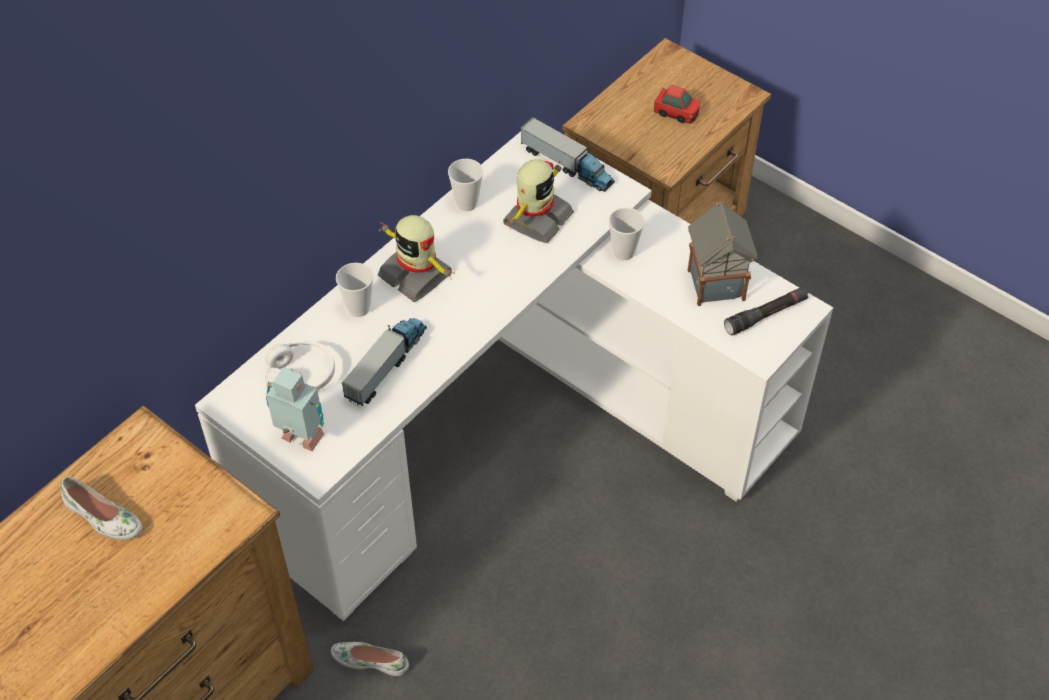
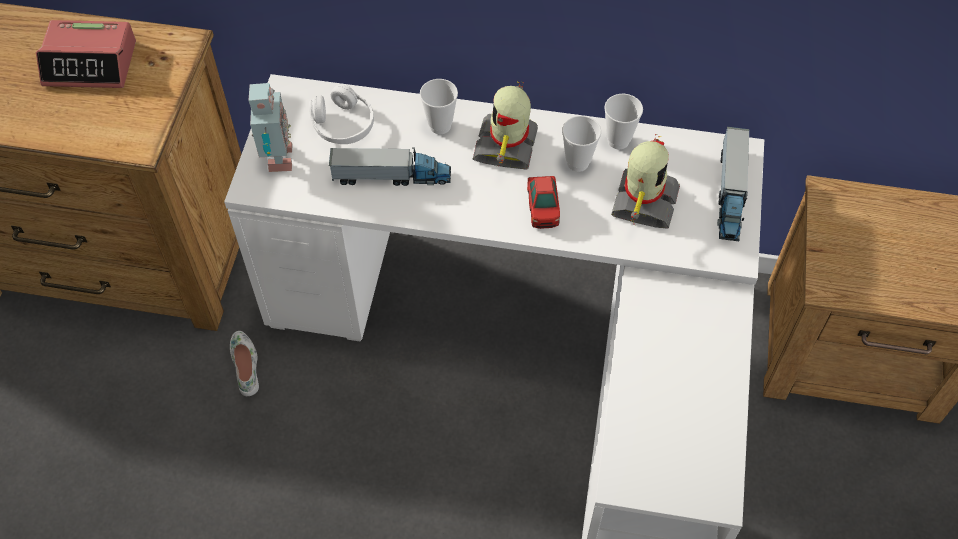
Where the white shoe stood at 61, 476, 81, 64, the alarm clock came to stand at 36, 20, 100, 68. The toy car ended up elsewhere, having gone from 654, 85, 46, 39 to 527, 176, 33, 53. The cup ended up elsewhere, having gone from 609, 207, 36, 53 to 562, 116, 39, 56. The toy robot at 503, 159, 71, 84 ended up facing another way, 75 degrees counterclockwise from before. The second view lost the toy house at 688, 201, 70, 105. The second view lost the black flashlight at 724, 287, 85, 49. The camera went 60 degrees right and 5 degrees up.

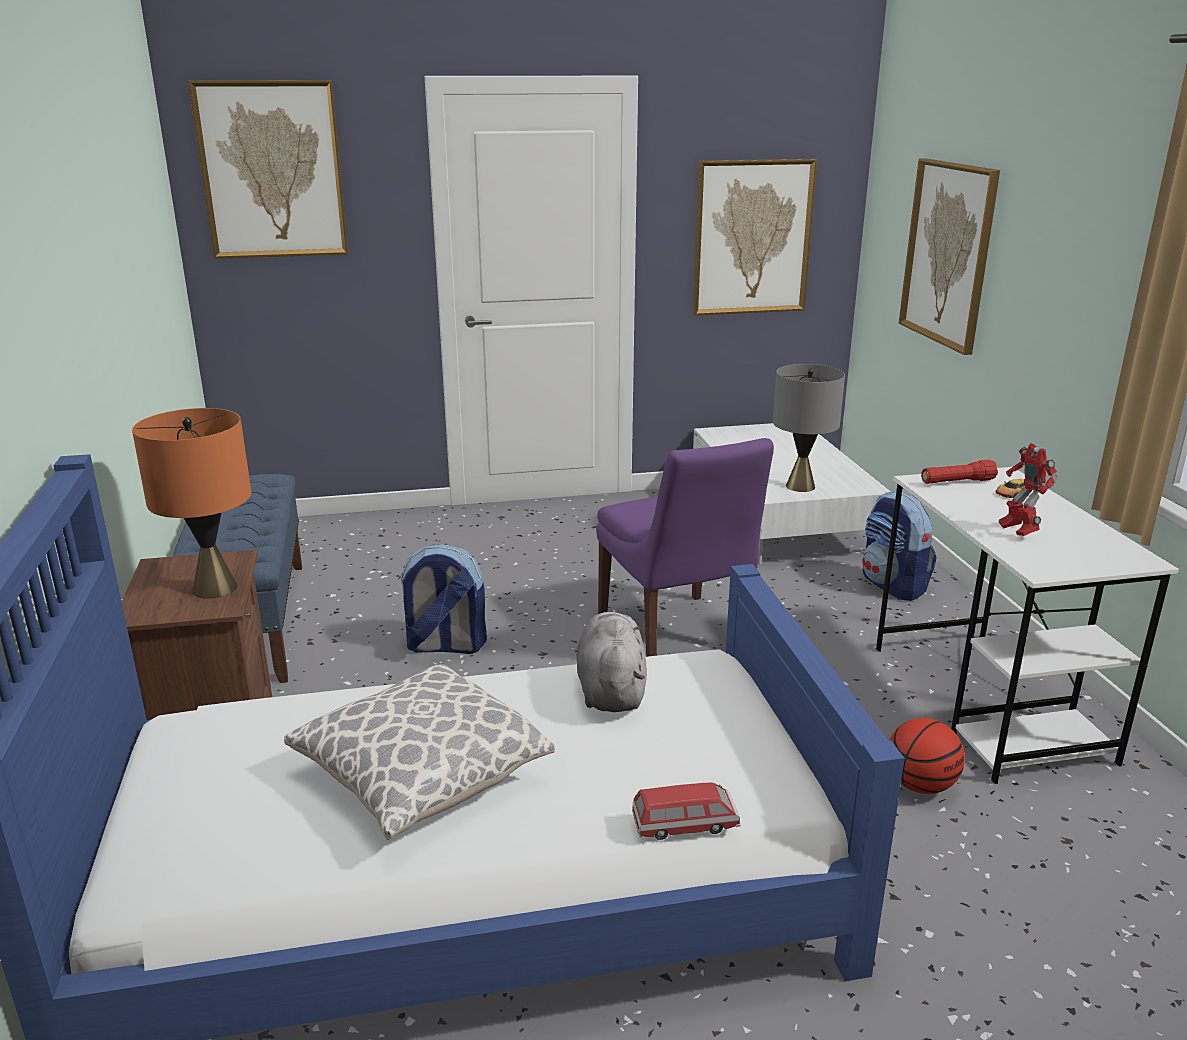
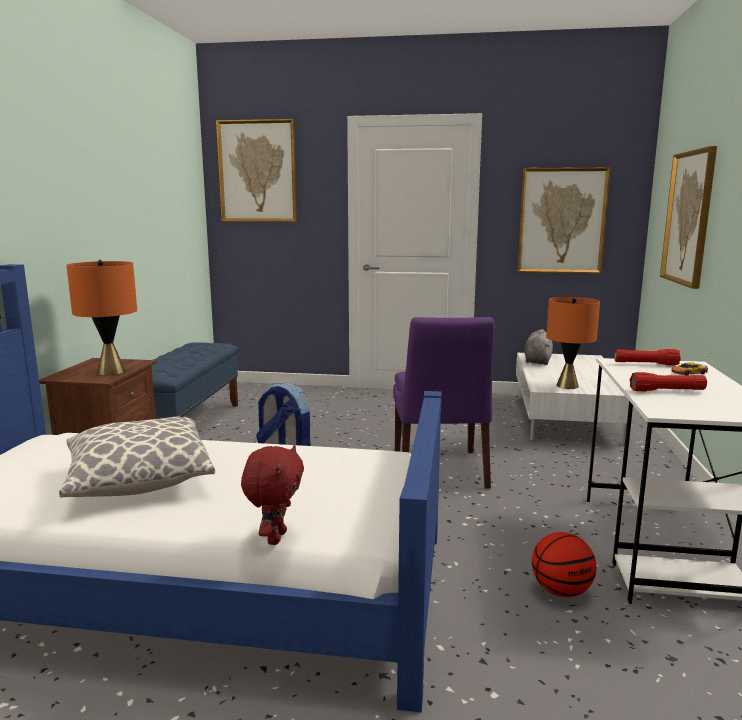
Where the toy car stood at 632, 782, 109, 58, the red plush toy came to stand at 241, 445, 63, 100. The grey plush toy ended up elsewhere, having gone from 576, 612, 71, 100 to 524, 329, 29, 36. What was the grey table lamp at 773, 364, 72, 128 turned into the orange table lamp at 546, 297, 54, 92. Where the toy robot stood at 999, 443, 59, 93, the red flashlight came to stand at 630, 372, 77, 19. The second view lost the backpack at 862, 492, 75, 109. The camera went 20 degrees right and 10 degrees down.

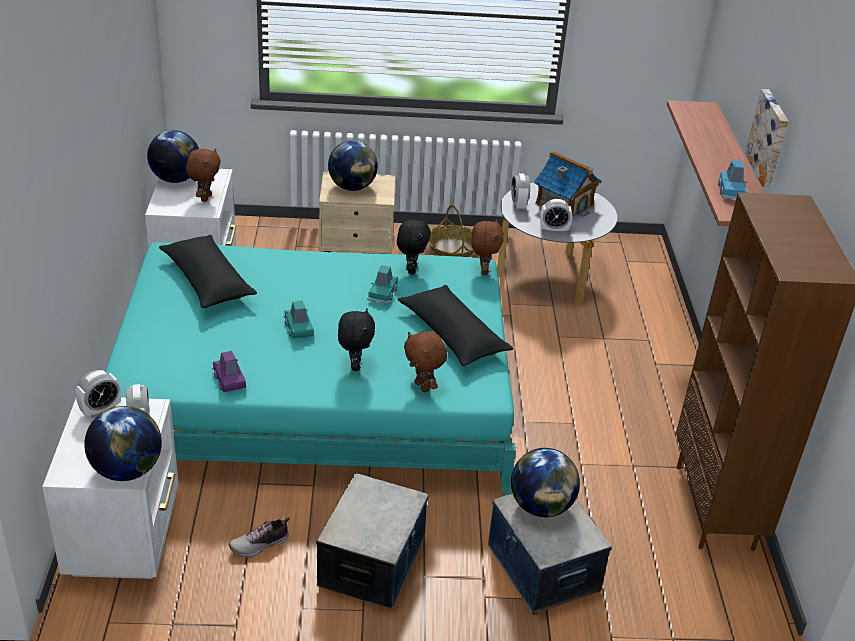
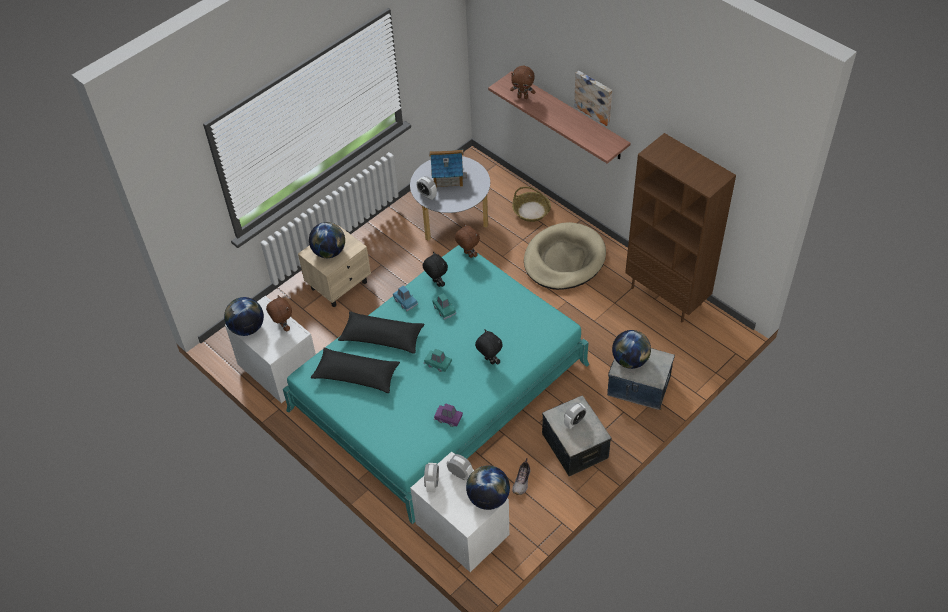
The black pillow ended up elsewhere, having gone from 398, 285, 116, 81 to 338, 311, 87, 43. The blue toy car ended up elsewhere, having gone from 718, 160, 29, 40 to 393, 285, 25, 26. The brown plush toy ended up elsewhere, having gone from 404, 331, 43, 61 to 510, 66, 25, 33. The basket ended up elsewhere, having gone from 428, 205, 47, 52 to 512, 187, 39, 35. The second view gained the beige dog bed at 524, 222, 82, 68. The alarm clock ended up elsewhere, having gone from 540, 199, 32, 35 to 564, 402, 22, 27. The camera went 40 degrees left and 15 degrees up.

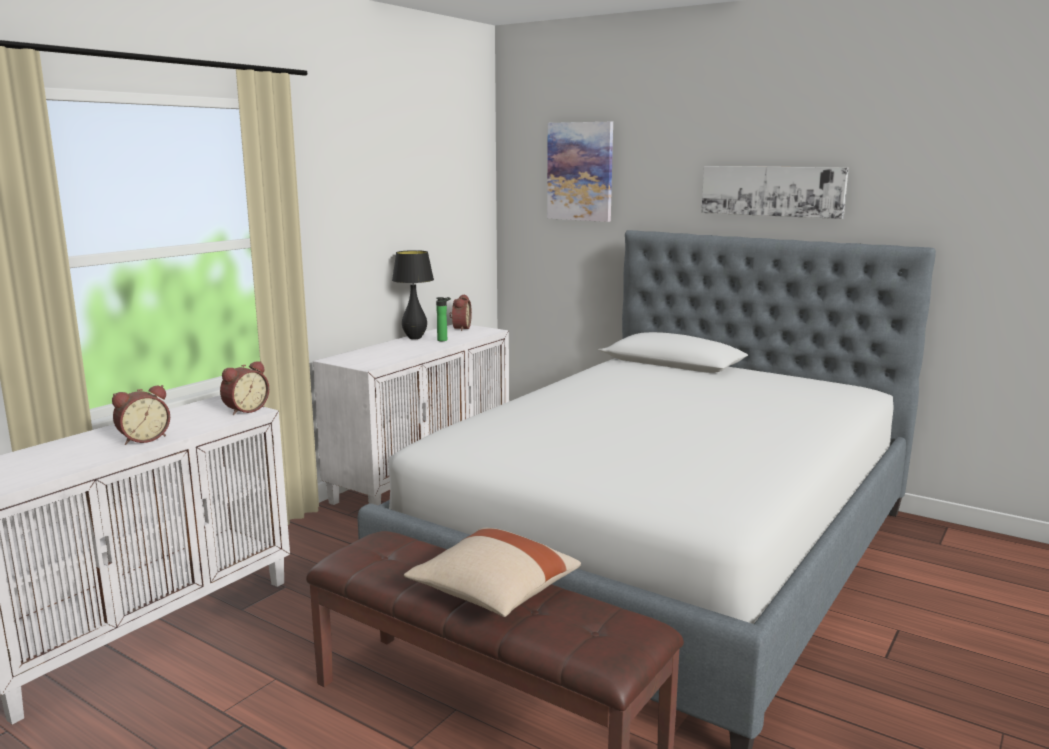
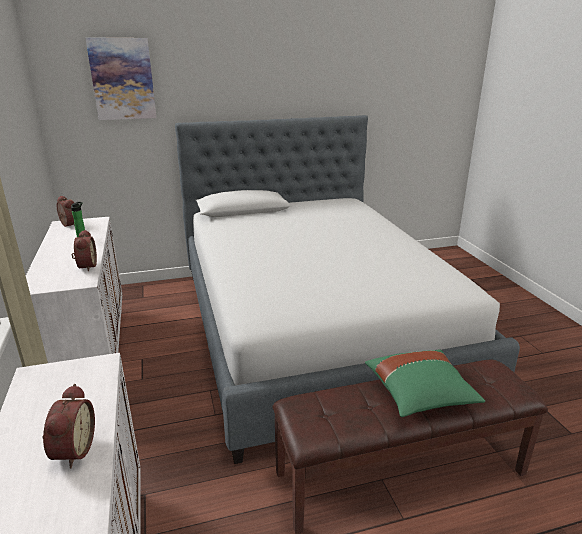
The alarm clock ended up elsewhere, having gone from 220, 361, 49, 54 to 71, 230, 26, 42. What was the beige pillow at 404, 527, 177, 90 turned into the green pillow at 365, 350, 120, 67. The second view lost the black table lamp at 392, 250, 42, 89. The second view lost the picture at 701, 166, 148, 53. The camera went 50 degrees left and 10 degrees up.

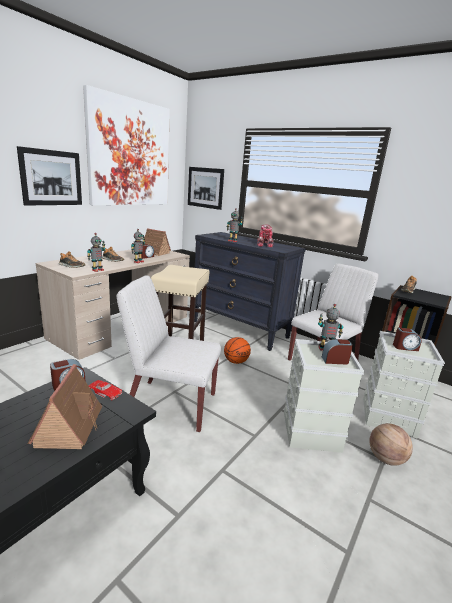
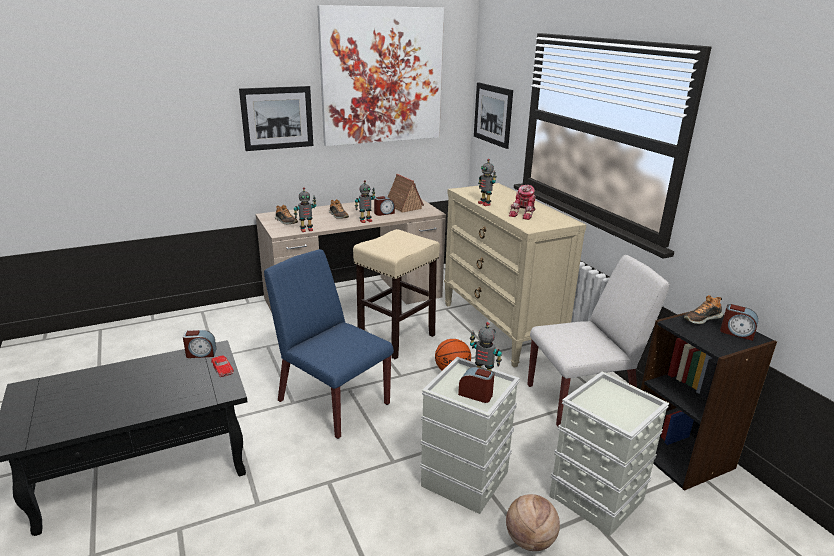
What was the white chair at 117, 275, 104, 157 turned into the blue chair at 264, 249, 130, 190. What was the black dresser at 194, 232, 112, 119 turned into the beige dresser at 444, 183, 142, 185. The alarm clock ended up elsewhere, having gone from 393, 328, 29, 23 to 720, 304, 38, 37. The second view lost the toy house at 28, 364, 74, 85. The camera went 30 degrees right and 5 degrees up.

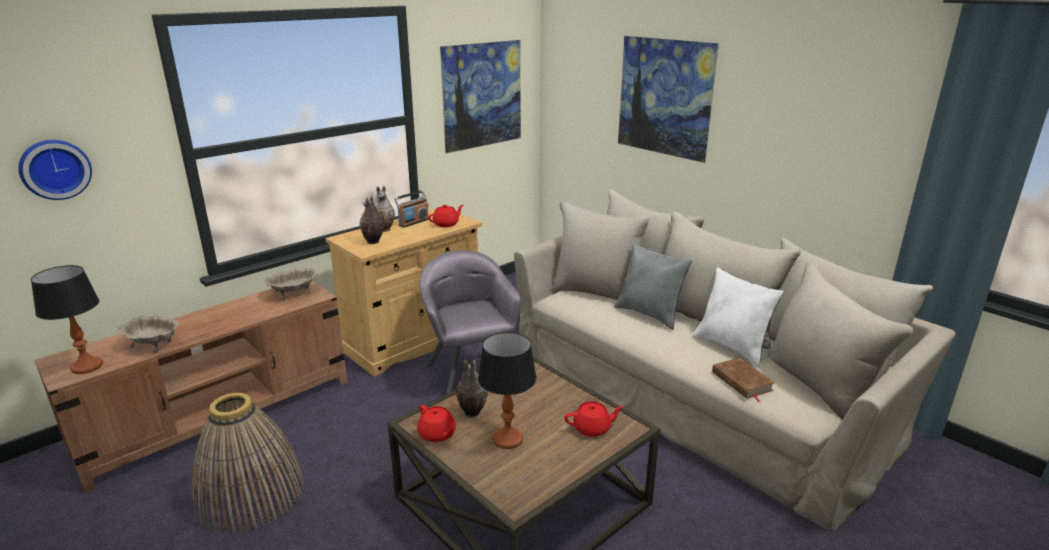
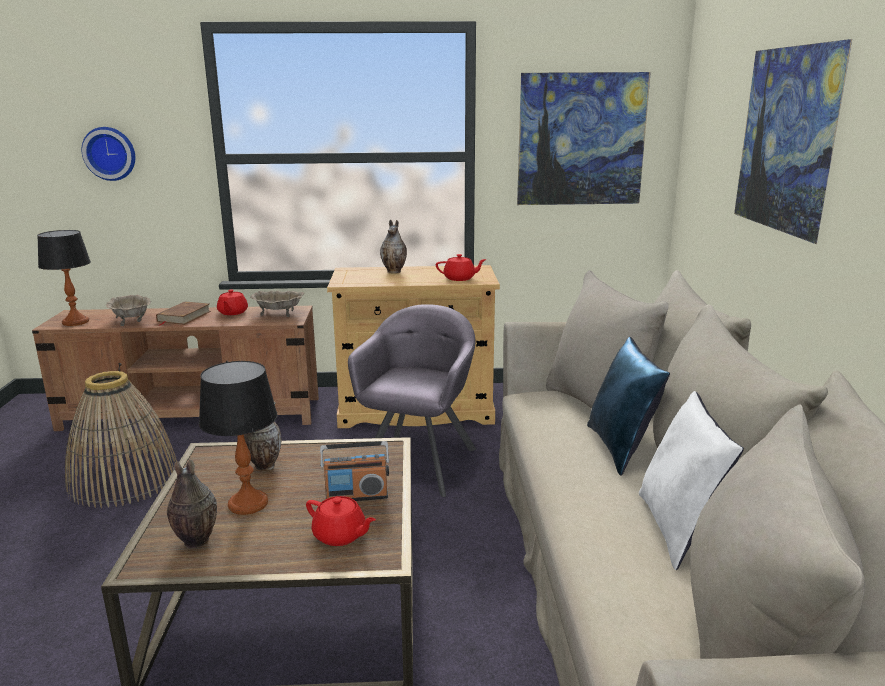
The brown book ended up elsewhere, having gone from 712, 358, 63, 44 to 156, 301, 55, 25. The vase ended up elsewhere, having gone from 359, 196, 25, 48 to 167, 459, 50, 89. The red teapot ended up elsewhere, having gone from 417, 405, 39, 37 to 217, 289, 31, 26. The radio ended up elsewhere, having gone from 394, 190, 35, 38 to 320, 441, 69, 60. What was the grey pillow at 614, 242, 78, 88 turned into the blue pillow at 587, 337, 83, 139. The camera went 40 degrees right and 5 degrees down.

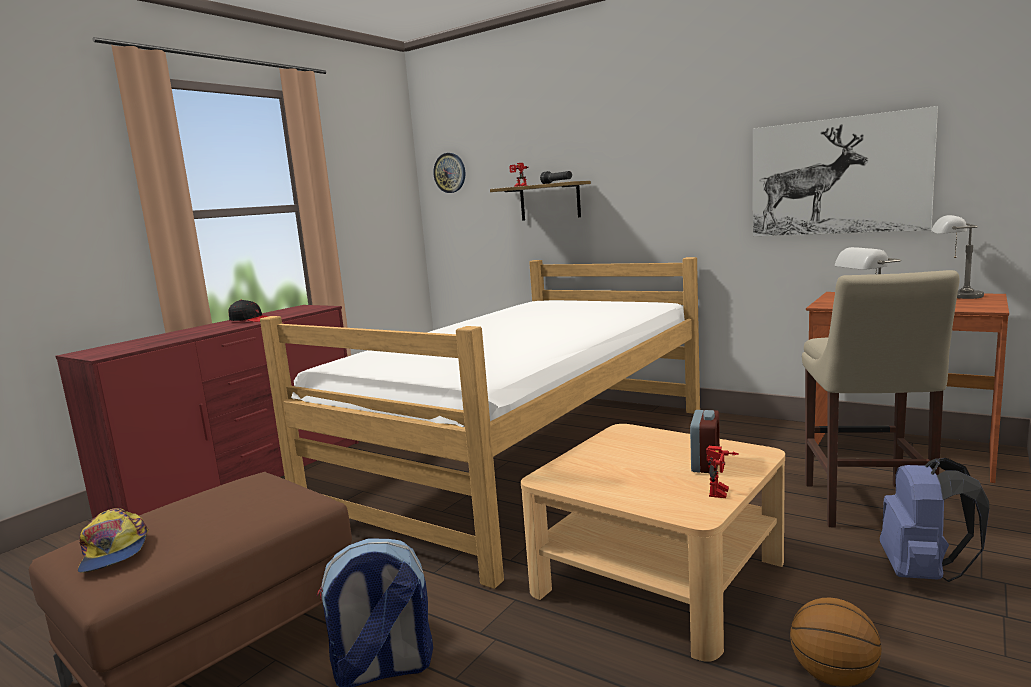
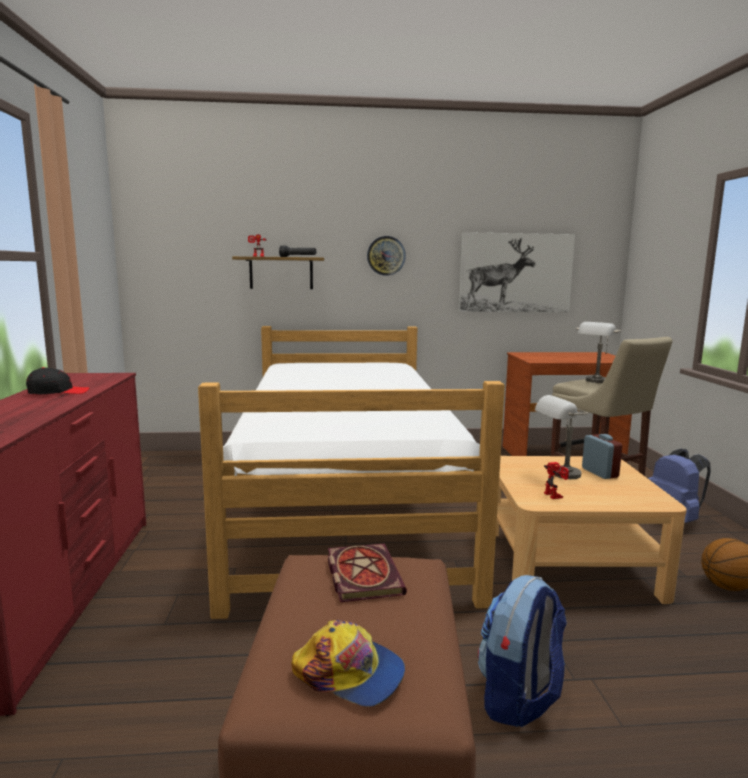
The second view gained the book at 328, 544, 79, 58. The wall clock ended up elsewhere, having gone from 433, 153, 32, 40 to 367, 236, 39, 40. The grey table lamp ended up elsewhere, having gone from 931, 215, 53, 84 to 535, 395, 53, 84. The toy robot ended up elsewhere, having gone from 706, 446, 33, 52 to 544, 462, 25, 37. The camera went 40 degrees left and 0 degrees up.

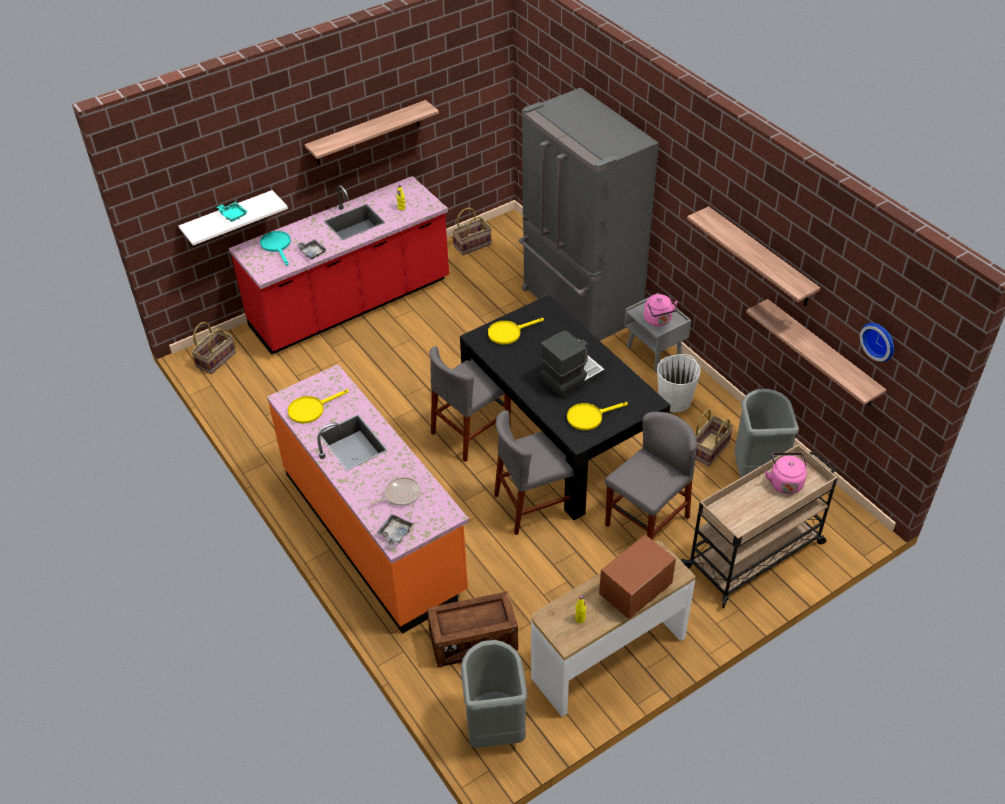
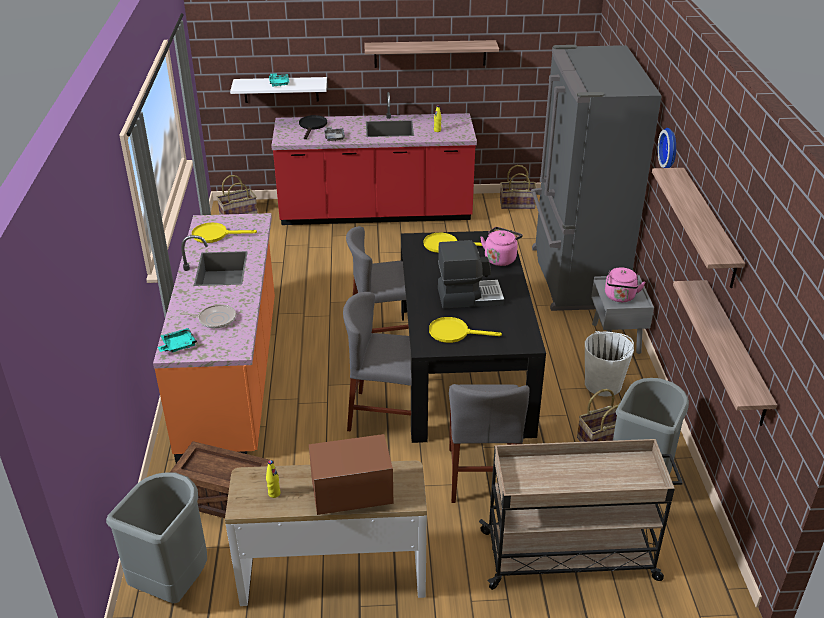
What was the grey tray at 377, 514, 36, 33 turned into the turquoise tray at 158, 328, 39, 25. What was the turquoise frying pan at 260, 231, 31, 35 turned into the black frying pan at 299, 115, 28, 24. The grey chair at 605, 412, 92, 128 ended up facing another way, 105 degrees clockwise from before. The pink kettle ended up elsewhere, having gone from 765, 452, 42, 43 to 480, 227, 43, 39. The wall clock ended up elsewhere, having gone from 860, 323, 34, 39 to 658, 128, 18, 40. The camera went 30 degrees right and 10 degrees down.

